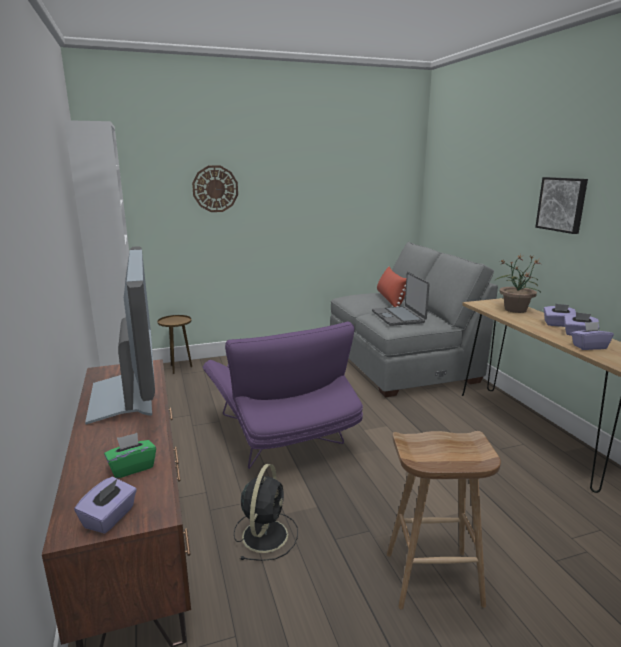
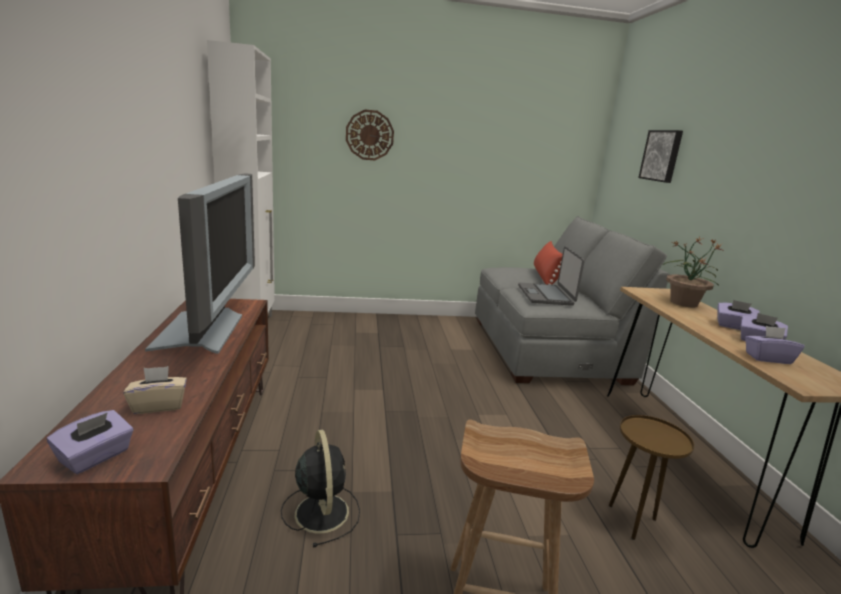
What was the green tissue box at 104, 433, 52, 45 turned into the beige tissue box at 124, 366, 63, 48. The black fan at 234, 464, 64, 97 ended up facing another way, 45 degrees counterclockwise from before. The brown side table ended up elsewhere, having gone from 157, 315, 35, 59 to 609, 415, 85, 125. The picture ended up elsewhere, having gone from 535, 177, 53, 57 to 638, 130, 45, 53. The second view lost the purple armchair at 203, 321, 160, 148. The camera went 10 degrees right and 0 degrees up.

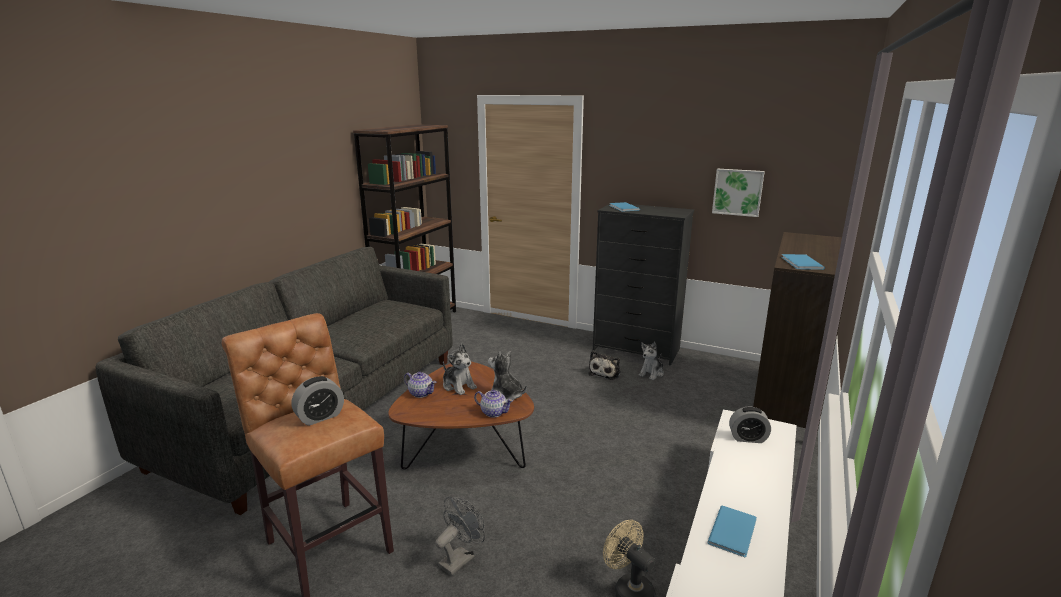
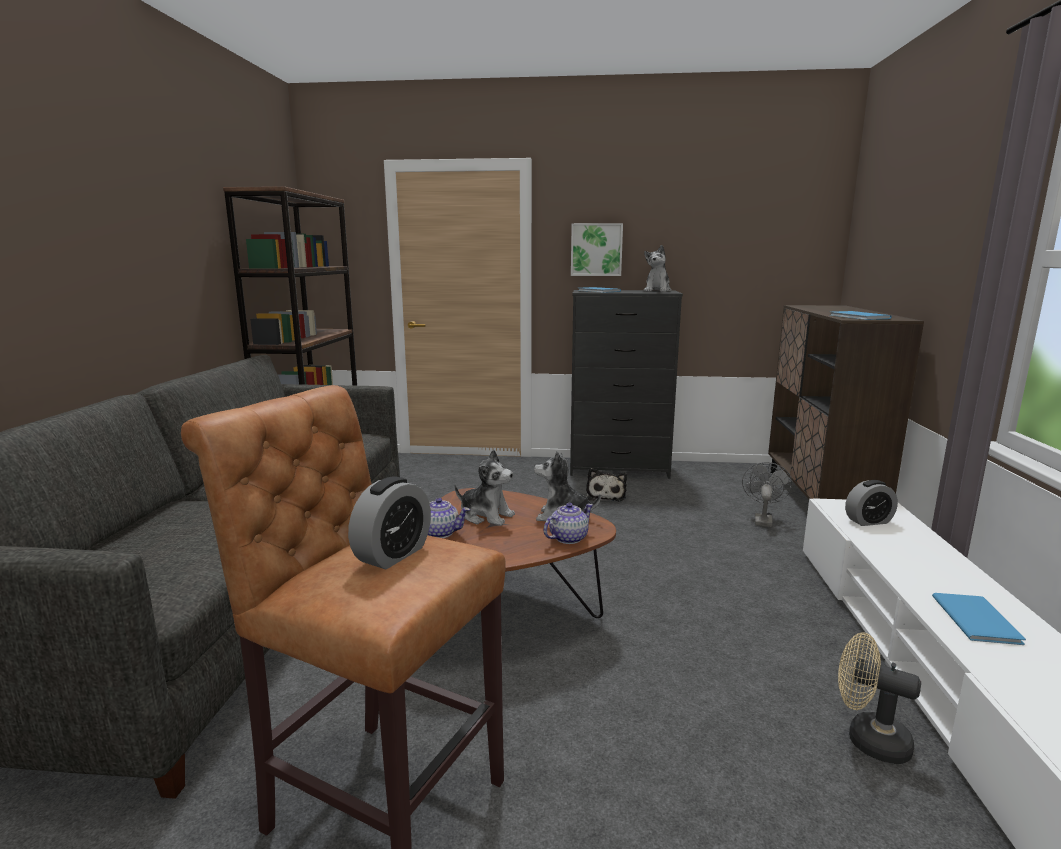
The teapot at 474, 390, 39, 27 ended up facing another way, 45 degrees counterclockwise from before. The picture ended up elsewhere, having gone from 712, 169, 53, 48 to 571, 223, 52, 53. The plush toy ended up elsewhere, having gone from 639, 342, 25, 38 to 643, 245, 29, 47. The grey fan ended up elsewhere, having gone from 435, 497, 50, 79 to 742, 462, 50, 65. The camera went 20 degrees left and 5 degrees down.

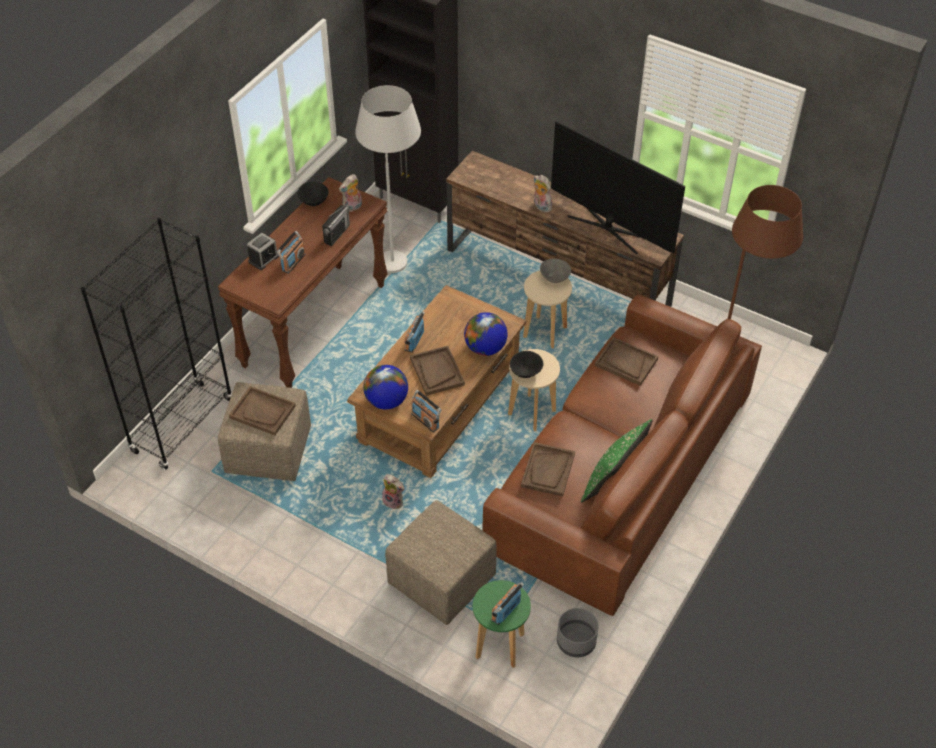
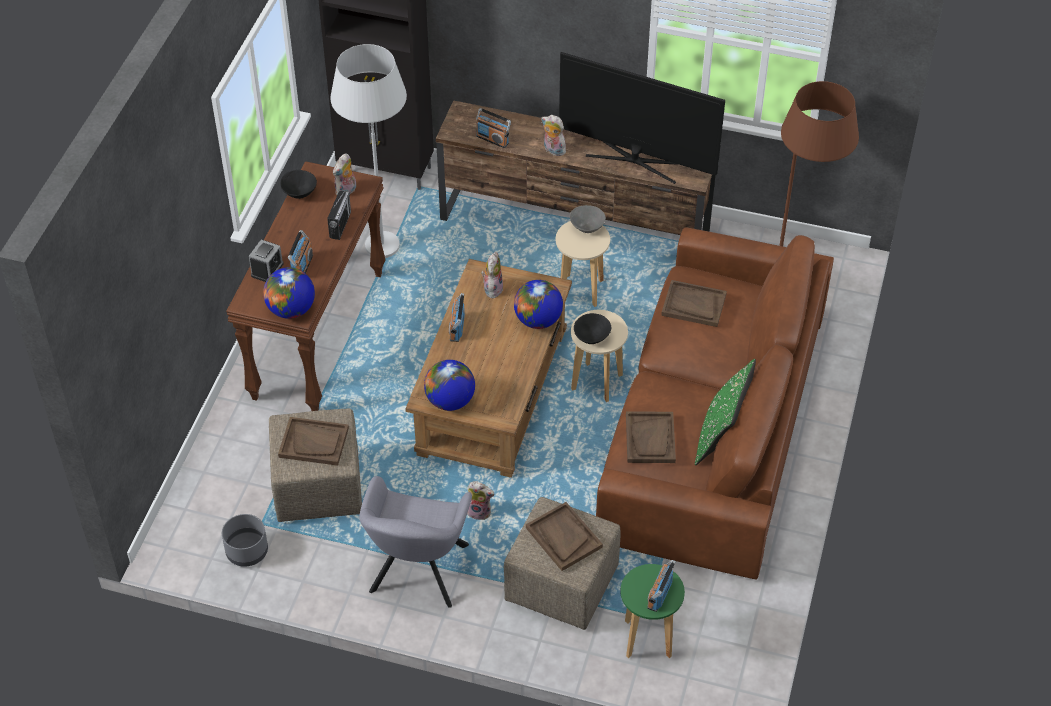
The grey planter ended up elsewhere, having gone from 557, 608, 42, 49 to 222, 514, 46, 53. The second view gained the globe at 263, 267, 52, 52. The second view gained the grey armchair at 359, 476, 113, 132. The radio ended up elsewhere, having gone from 411, 390, 30, 42 to 476, 108, 35, 40. The second view gained the plush toy at 481, 252, 22, 46. The brown tray ended up elsewhere, having gone from 410, 346, 55, 50 to 526, 502, 77, 69. The second view lost the black bookcase at 81, 218, 151, 252. The camera went 15 degrees left and 0 degrees up.

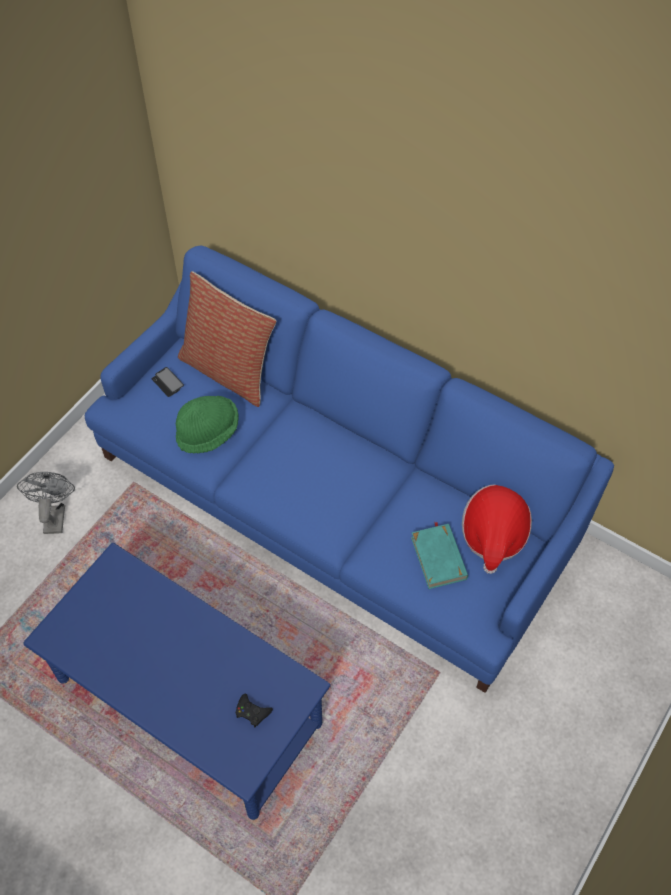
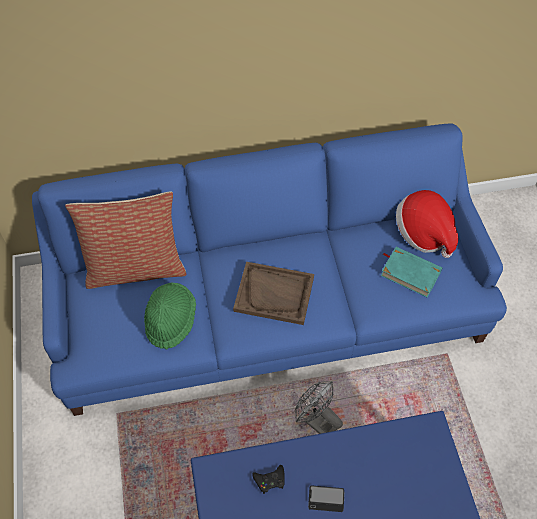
The second view gained the brown tray at 233, 262, 81, 63. The black game controller ended up elsewhere, having gone from 236, 693, 37, 35 to 252, 465, 33, 29. The grey fan ended up elsewhere, having gone from 17, 472, 58, 62 to 295, 381, 48, 53. The phone ended up elsewhere, having gone from 152, 367, 32, 30 to 308, 485, 36, 27. The camera went 45 degrees left and 0 degrees up.

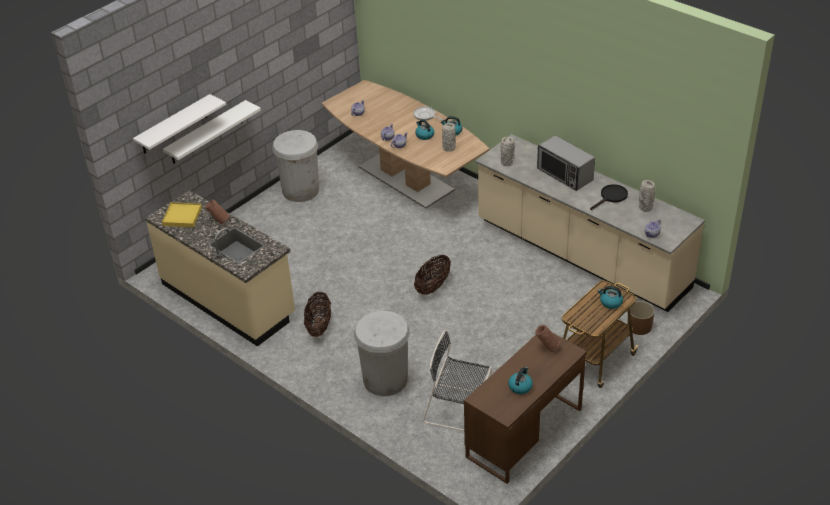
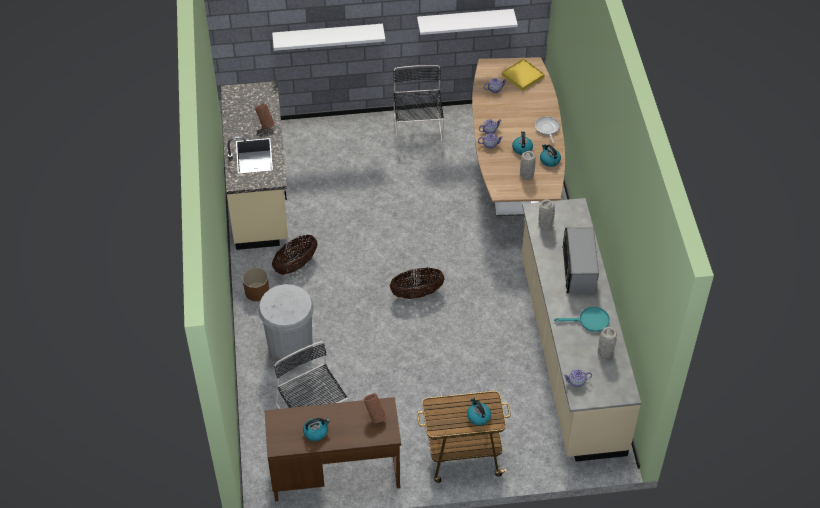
The brown planter ended up elsewhere, having gone from 627, 301, 28, 34 to 242, 268, 27, 33. Where the white trash can stood at 272, 130, 47, 72, the black chair came to stand at 393, 65, 51, 81. The white shelf ended up elsewhere, having gone from 133, 94, 93, 60 to 417, 9, 101, 26. The yellow tray ended up elsewhere, having gone from 162, 202, 40, 25 to 502, 58, 43, 33. What was the black frying pan at 590, 184, 38, 26 turned into the turquoise frying pan at 554, 307, 56, 25. The camera went 40 degrees right and 10 degrees up.

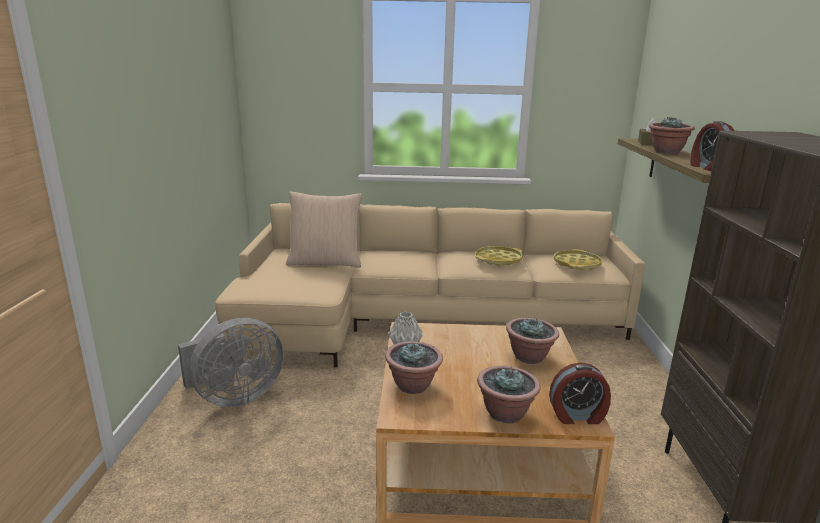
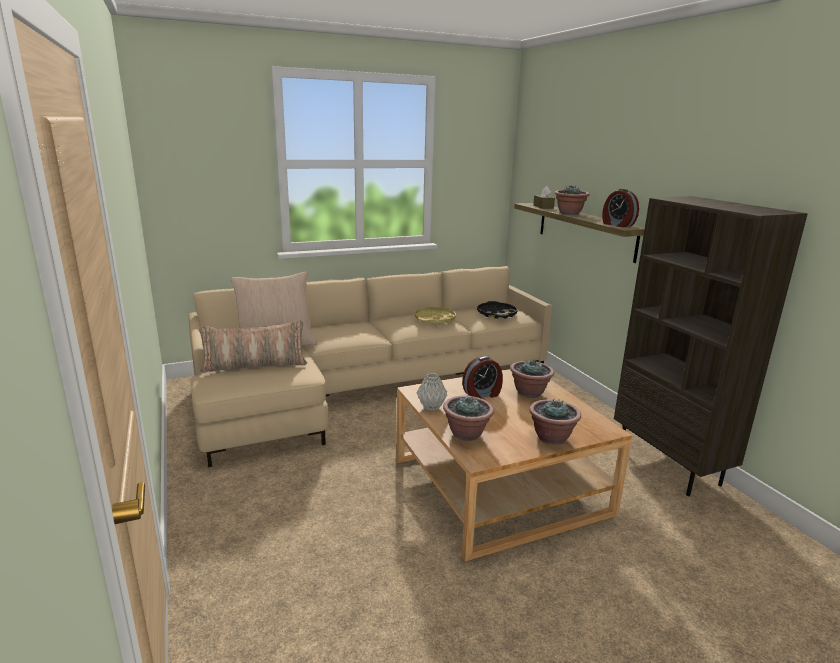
The second view gained the pillow at 199, 321, 108, 52. The alarm clock ended up elsewhere, having gone from 549, 362, 62, 62 to 462, 356, 41, 43. What was the yellow tray at 554, 249, 48, 21 turned into the black tray at 477, 301, 41, 18. The second view lost the grey fan at 178, 318, 106, 89. The camera went 25 degrees left and 0 degrees up.

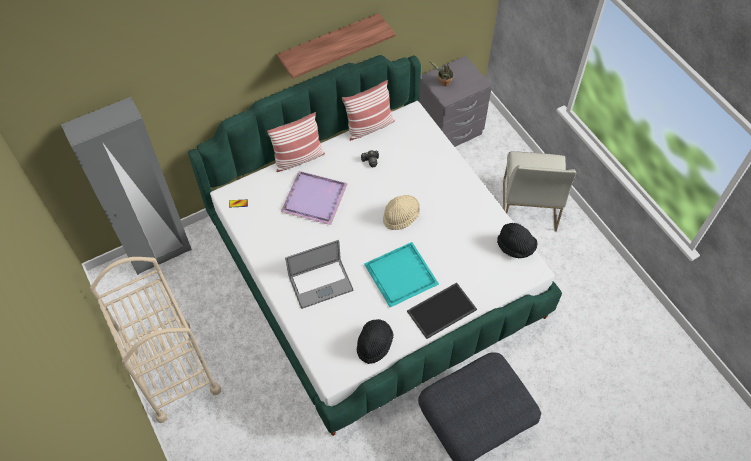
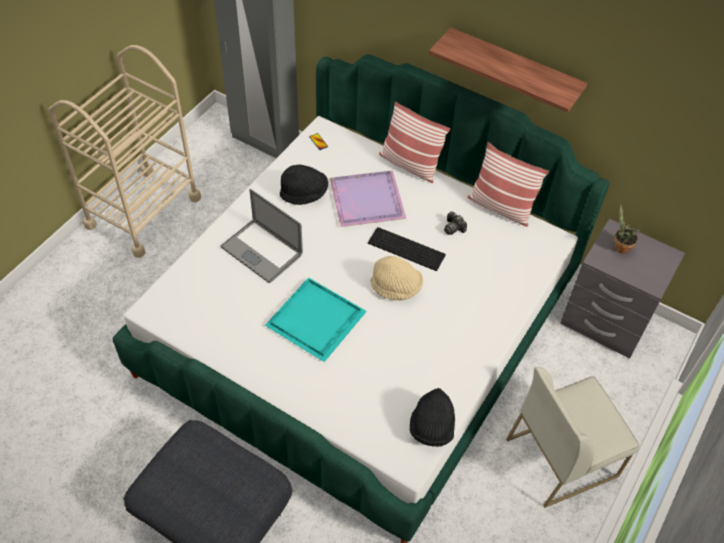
The black hat ended up elsewhere, having gone from 357, 319, 37, 45 to 280, 165, 48, 40. The second view gained the keyboard at 368, 227, 78, 44. The second view lost the tray at 407, 283, 70, 56. The camera went 60 degrees right and 5 degrees down.

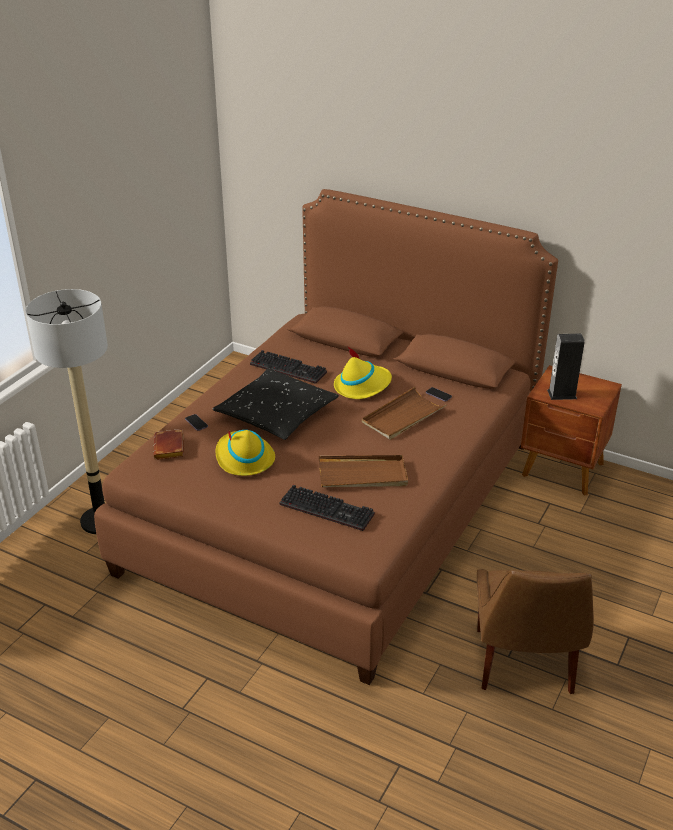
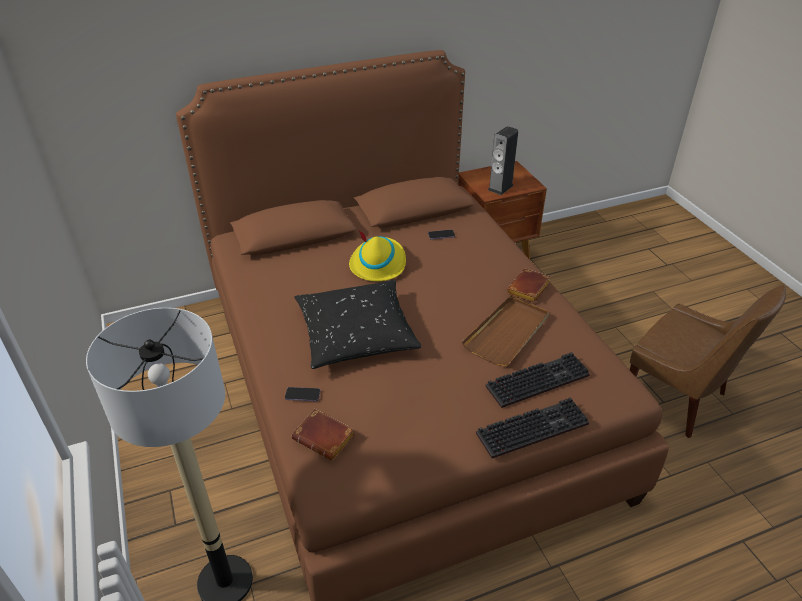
The keyboard ended up elsewhere, having gone from 250, 350, 77, 34 to 476, 397, 113, 61. The second view gained the brown book at 507, 269, 44, 34. The second view lost the yellow hat at 216, 430, 59, 46. The second view lost the brown tray at 362, 387, 85, 53. The camera went 50 degrees left and 5 degrees up.

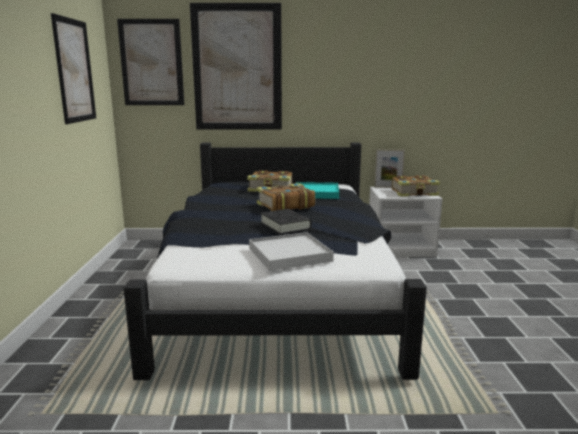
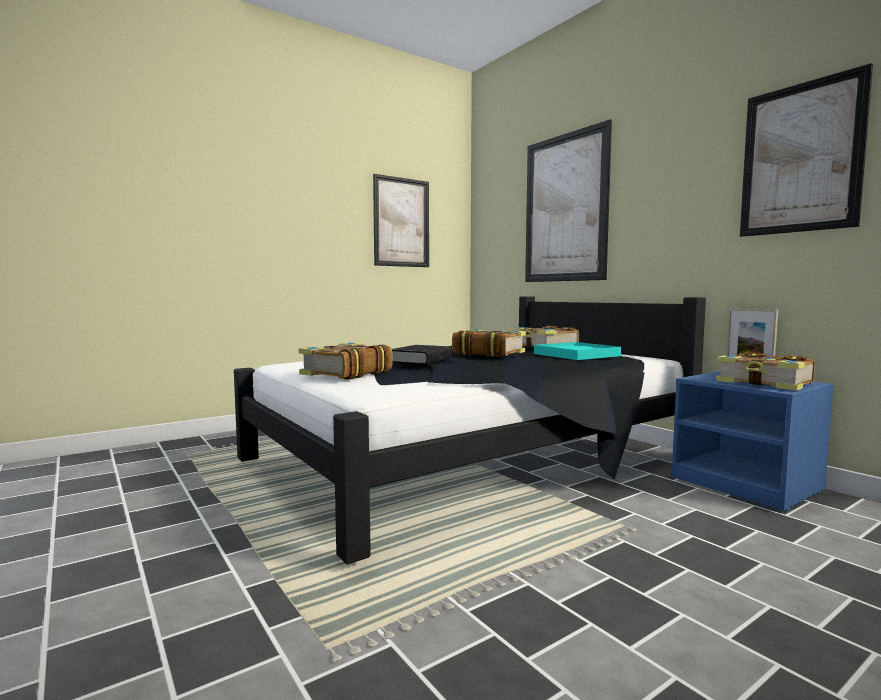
Where the white tray stood at 249, 232, 85, 39, the book came to stand at 299, 343, 93, 37. What was the white nightstand at 369, 187, 74, 70 turned into the blue nightstand at 672, 371, 162, 140. The picture ended up elsewhere, having gone from 117, 19, 67, 86 to 740, 63, 133, 174. The camera went 55 degrees right and 10 degrees down.

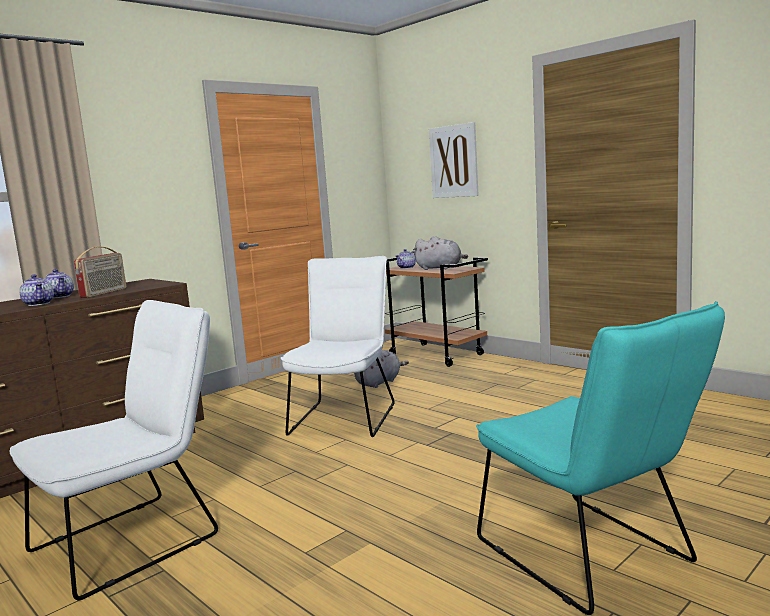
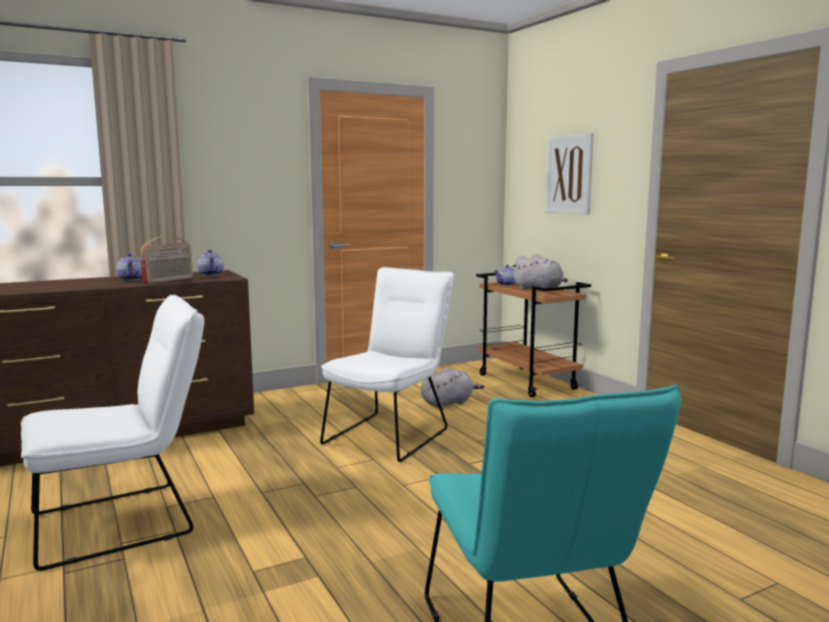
The teapot ended up elsewhere, having gone from 19, 274, 35, 32 to 197, 250, 27, 26. The camera went 15 degrees right and 0 degrees up.

